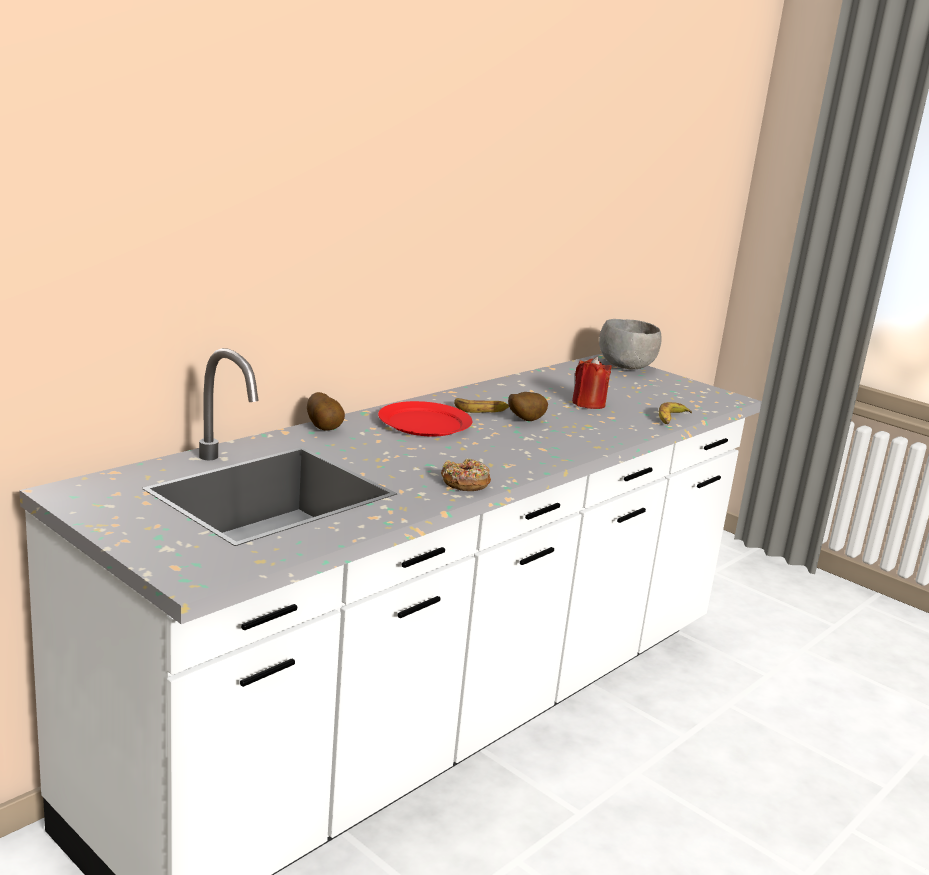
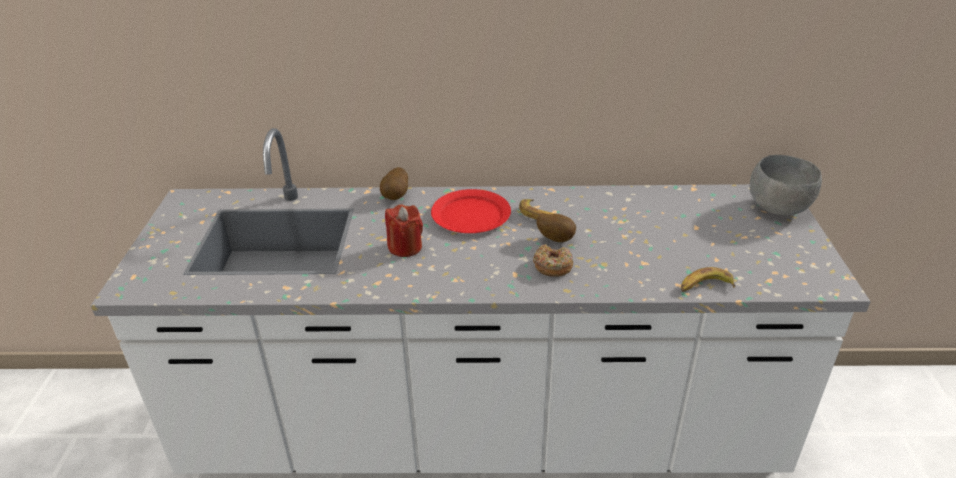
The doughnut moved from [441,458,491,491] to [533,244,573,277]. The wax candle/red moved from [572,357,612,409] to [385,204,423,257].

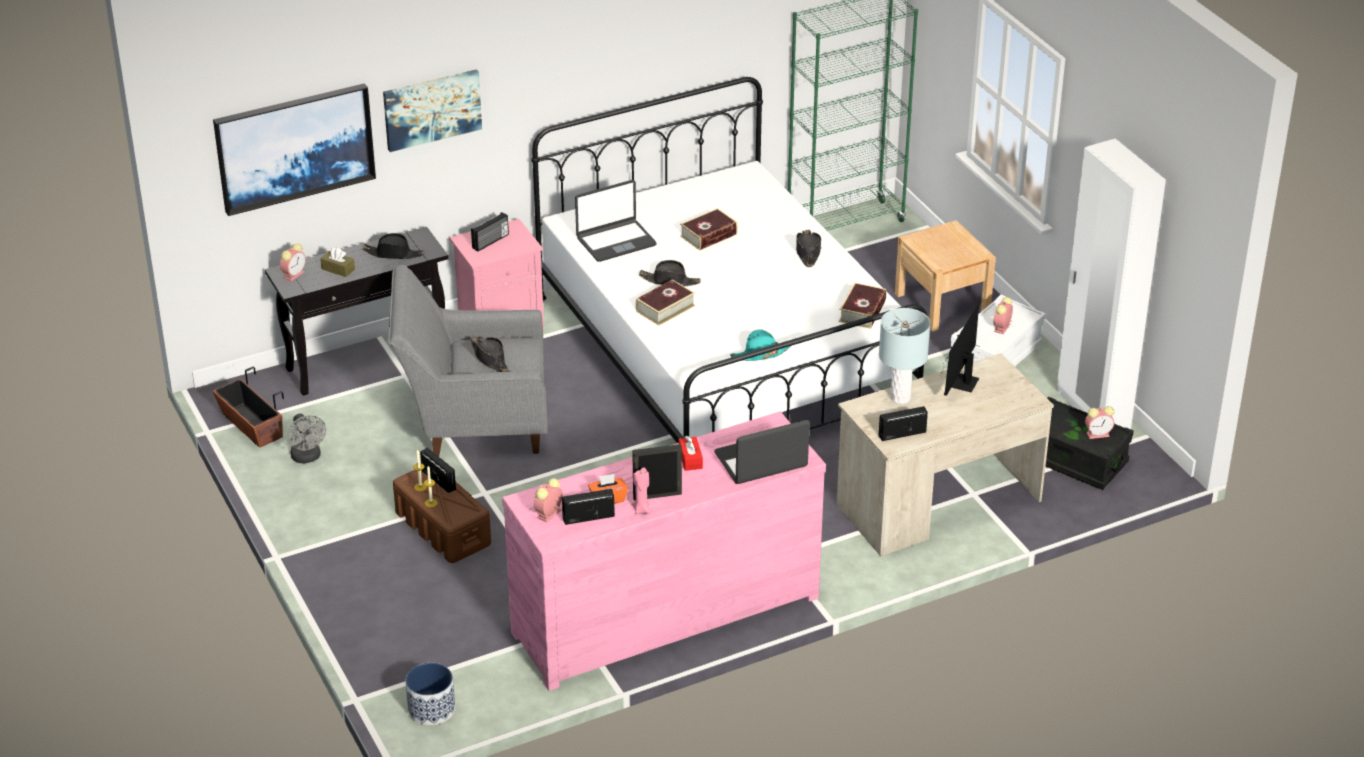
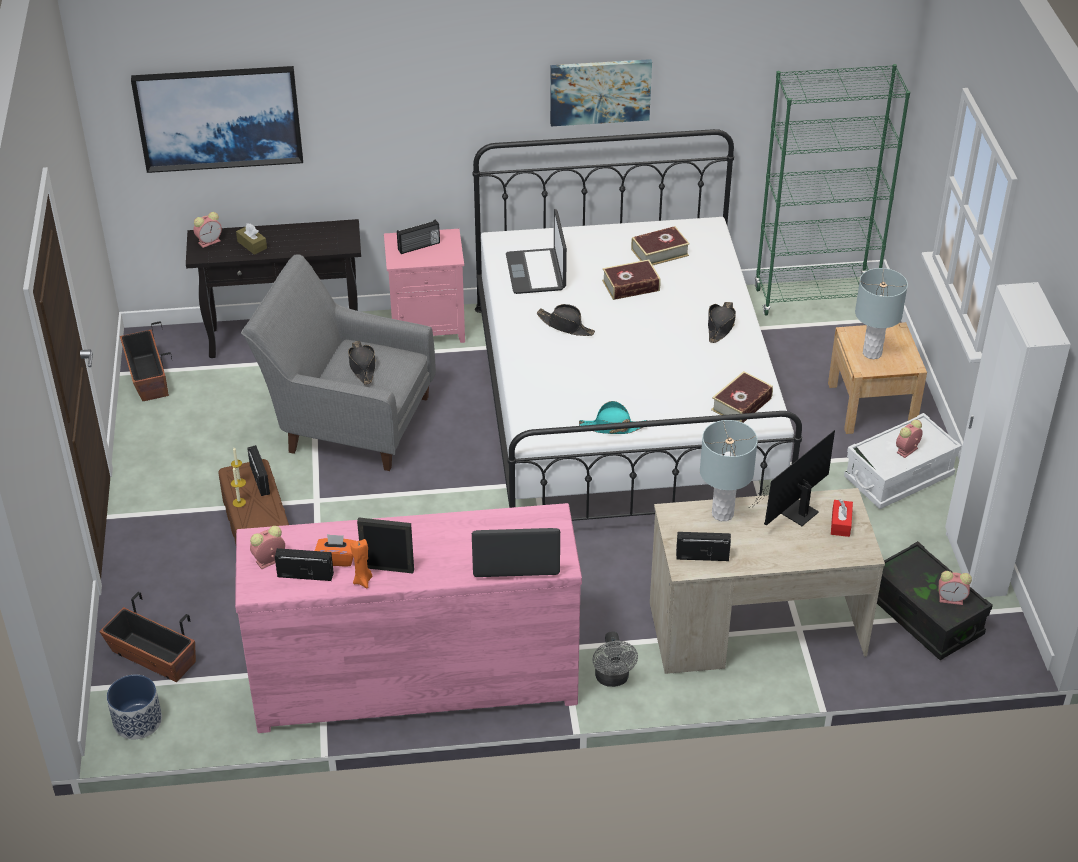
The wearable hat/black at [363,233,424,259] disappeared. The plant pot at [99,592,196,682] appeared. The table lamp/gray at [855,268,908,359] appeared. The cooling fan/gray moved from [288,414,326,464] to [593,631,638,687]. The picture moved from [383,69,482,152] to [550,59,652,126]. The bound book moved from [636,279,695,326] to [631,226,690,265]. The tissue holder/red moved from [679,436,703,471] to [831,499,853,537]. The wax candle/pink at [631,467,651,514] became the wax candle/orange at [351,539,372,588]. The portable computer at [575,180,657,262] turned 90 degrees clockwise.

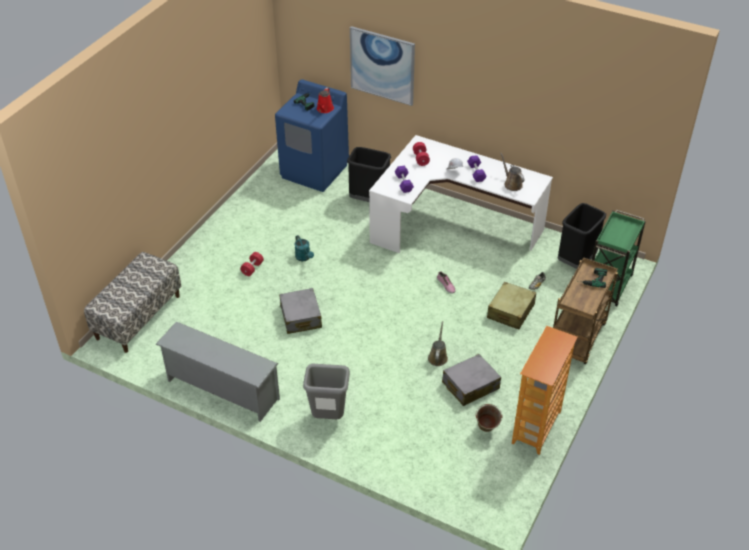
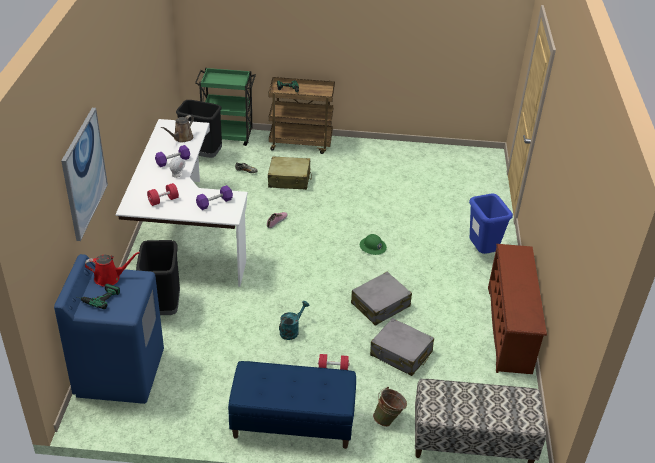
The watering can/brownish at [428,321,448,366] disappeared. The shelving unit at [512,326,578,455] disappeared. The bench/blue-coloured at [228,361,356,449] appeared. The safety helmet/greenish at [360,234,387,255] appeared. The suitcase/gray moved from [442,354,501,406] to [370,318,434,376]. The bucket/greenish moved from [475,404,503,432] to [373,387,407,427]. The shoe rack/gray at [156,321,280,422] became the shoe rack/brownish at [488,244,547,374]. The waste bin/gray at [303,364,350,419] became the waste bin/blue-coloured at [469,193,513,254].

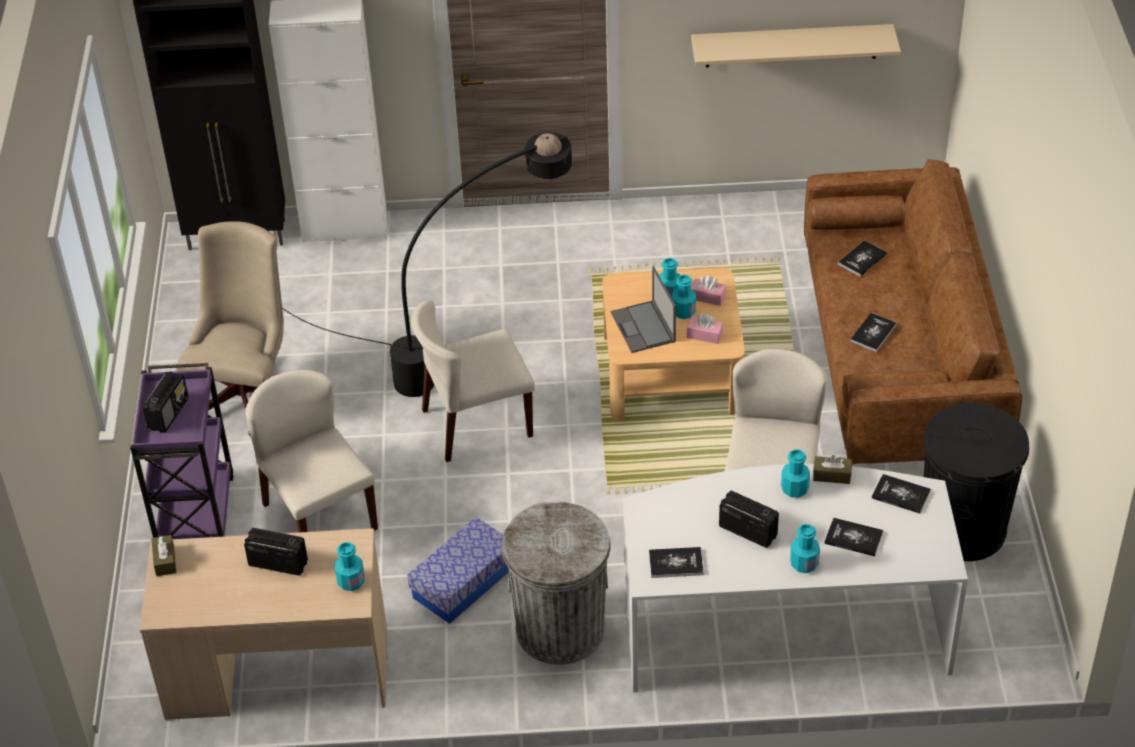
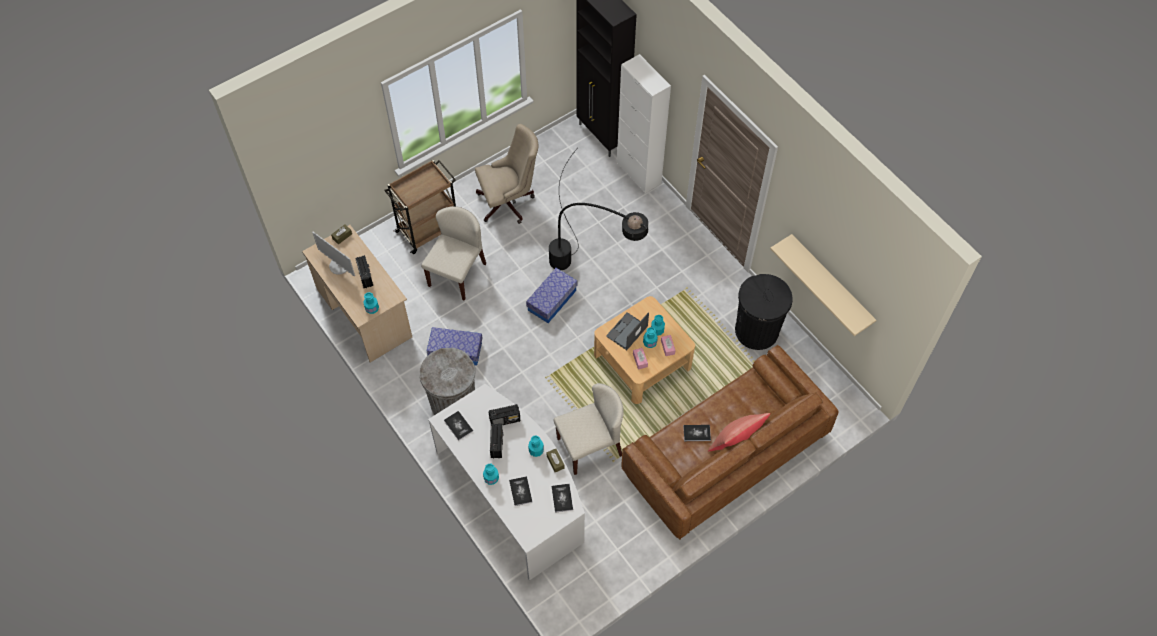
The bound book at [838,240,887,277] disappeared. The monitor at [312,232,355,277] appeared. The pillow/red at [708,413,770,451] appeared. The radio moved from [143,371,188,433] to [489,404,520,425]. The waste bin/black moved from [924,403,1029,561] to [735,274,792,350]. The plain chair/beige-coloured at [411,301,535,462] was replaced by the storage box at [526,268,577,323]. The wheeled cart/purplish at [130,363,234,539] became the wheeled cart/brownish at [384,160,456,254].

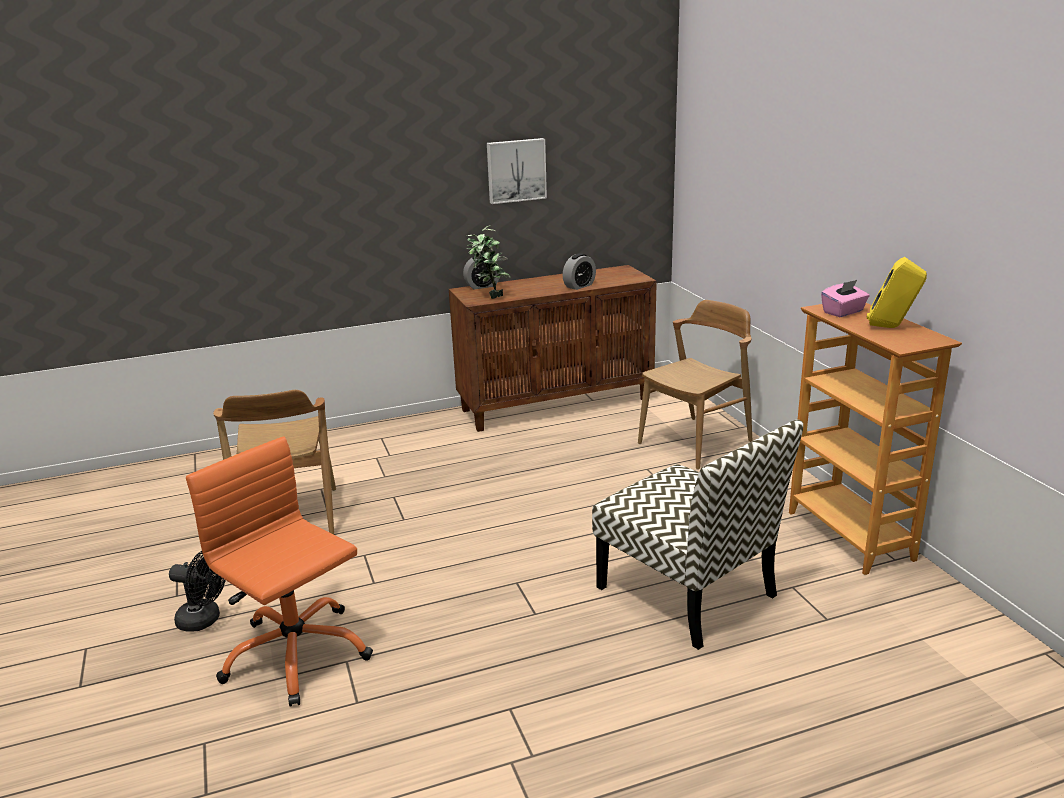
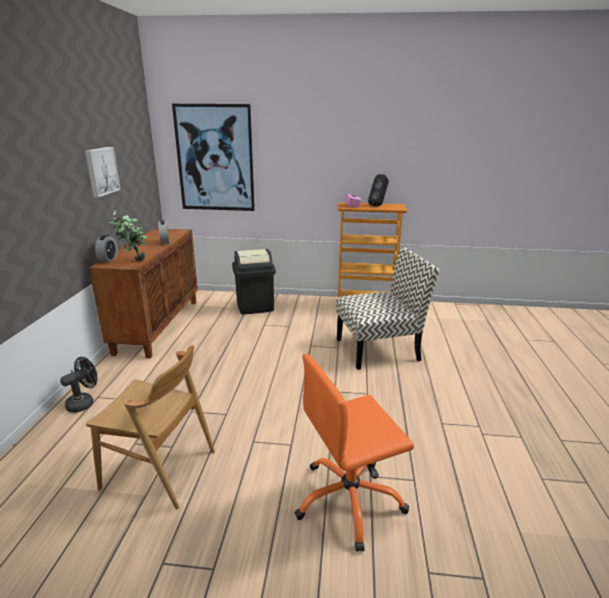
The picture at [172,104,255,211] appeared. The cooling fan/black moved from [169,551,226,632] to [60,357,97,413]. The plain chair/brownish at [638,300,753,470] was replaced by the waste bin/black at [232,249,276,315]. The speaker/yellow at [867,257,927,328] became the speaker/black at [368,174,389,206].

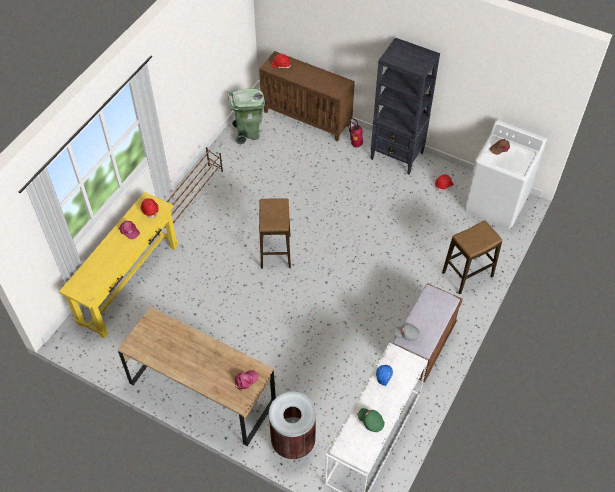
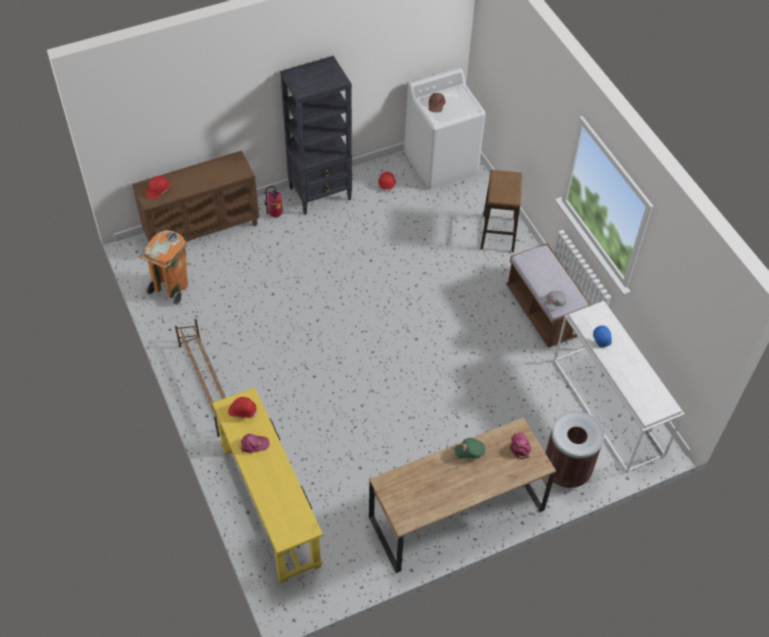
The stool at [259,198,291,269] disappeared. The baseball cap/greenish moved from [358,408,385,432] to [454,438,485,459]. The waste bin/greenish at [227,89,265,144] became the waste bin/orange at [139,230,188,305].

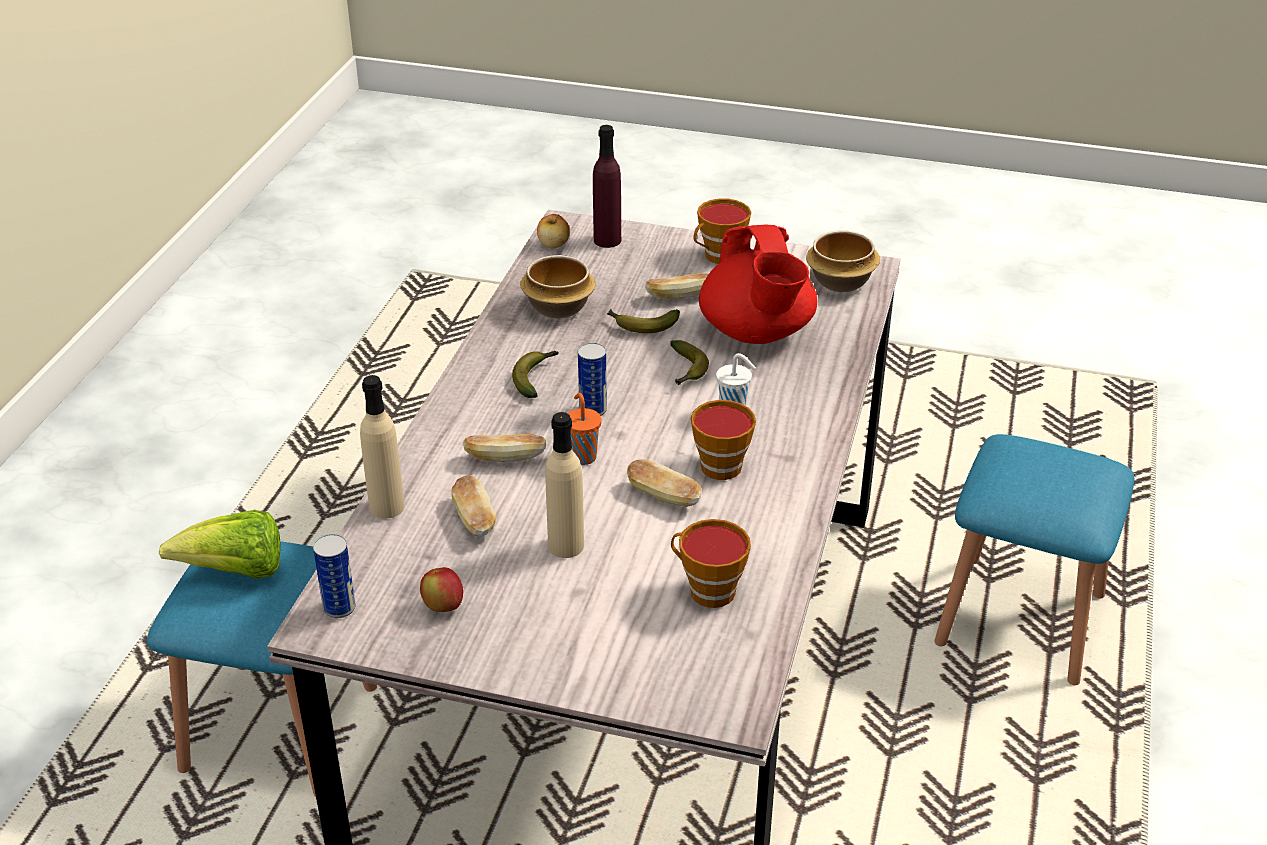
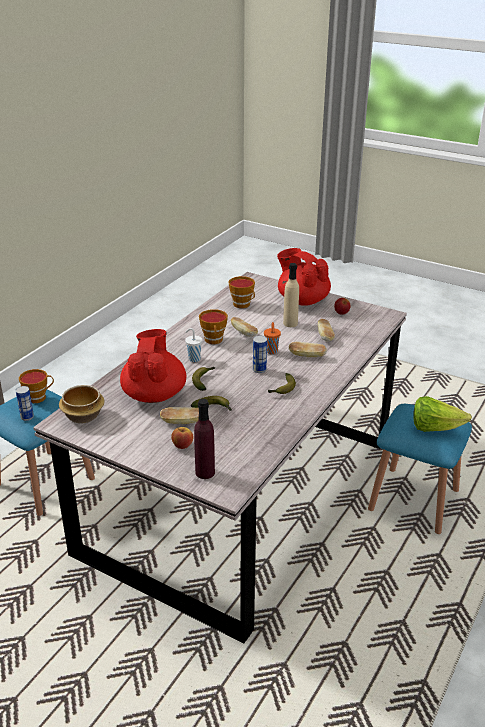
The drink bottle/beige-coloured at [360,375,405,519] disappeared. The serving bowl at [520,255,596,318] disappeared. The teapot/red at [277,248,331,306] appeared. The can moved from [313,534,356,618] to [16,386,34,421]. The apple fruit moved from [537,214,570,248] to [171,427,193,449]. The drinking cup moved from [694,198,751,264] to [19,369,54,403].

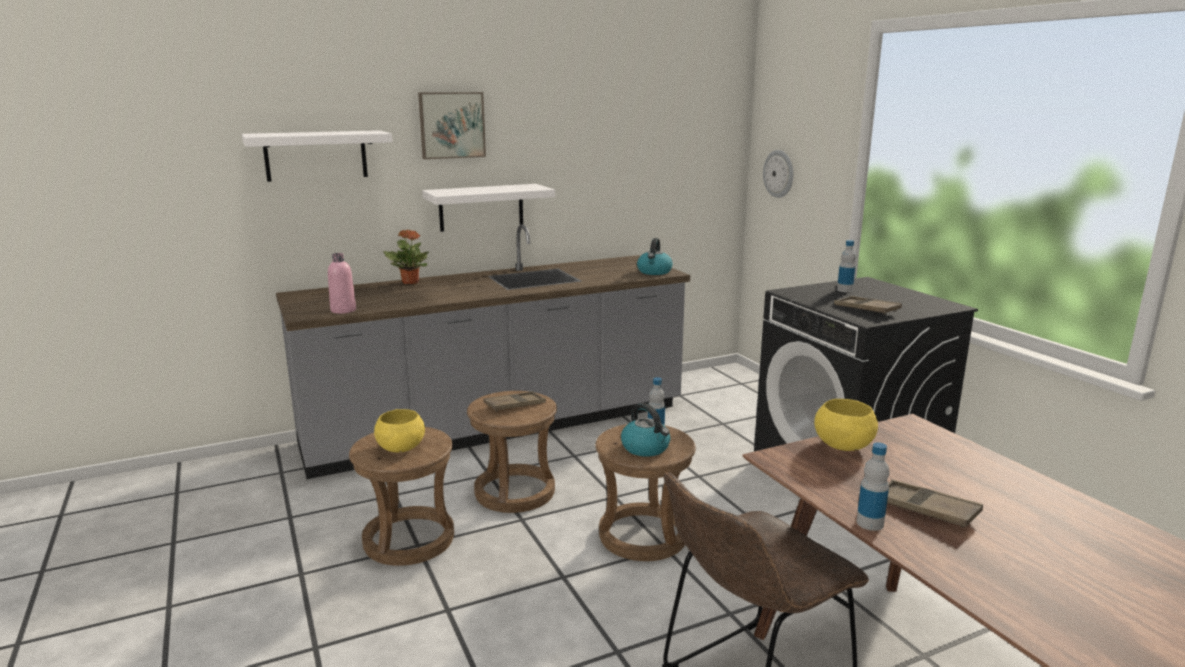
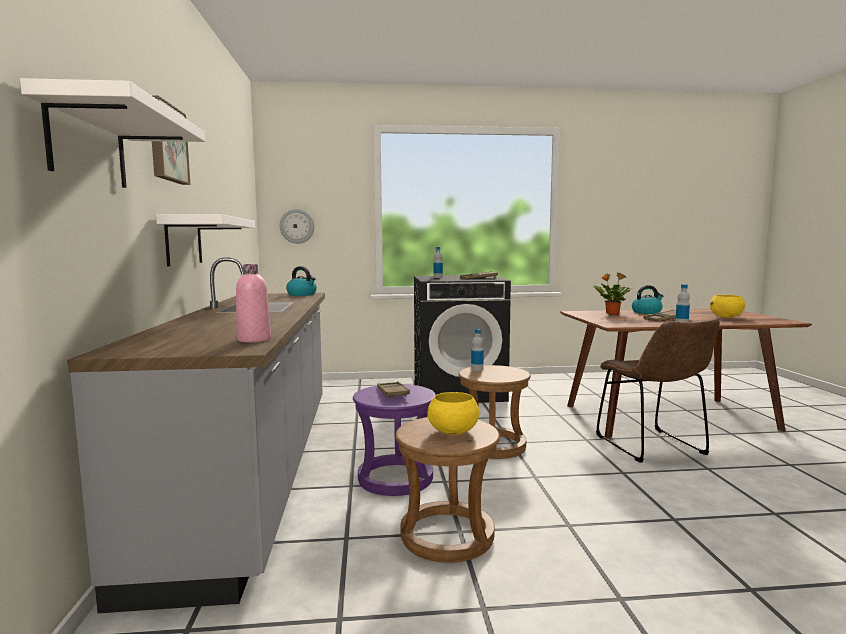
The potted plant moved from [384,229,429,284] to [594,273,633,315]. The tea kettle moved from [621,403,670,457] to [632,285,663,314]. The serving bowl/yellow moved from [814,399,878,451] to [710,295,745,318]. The stool/brownish at [467,391,557,513] became the stool/purplish at [353,384,436,496].

